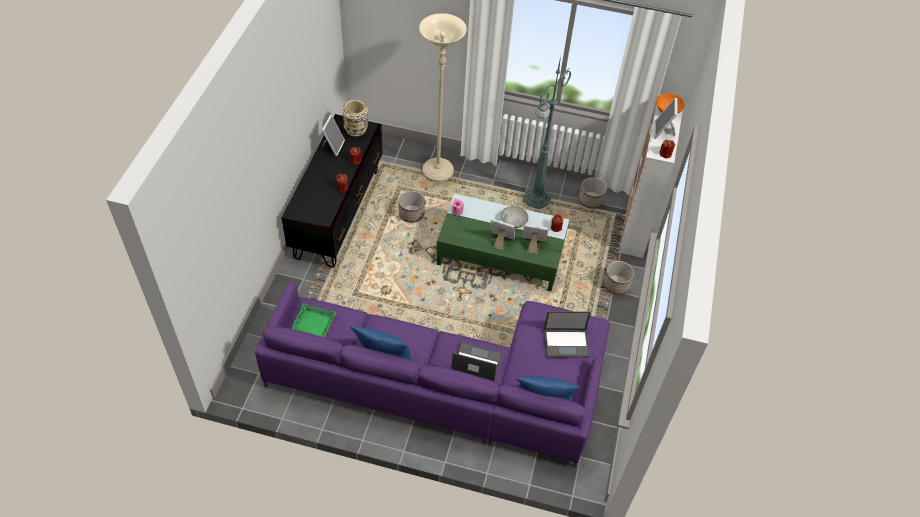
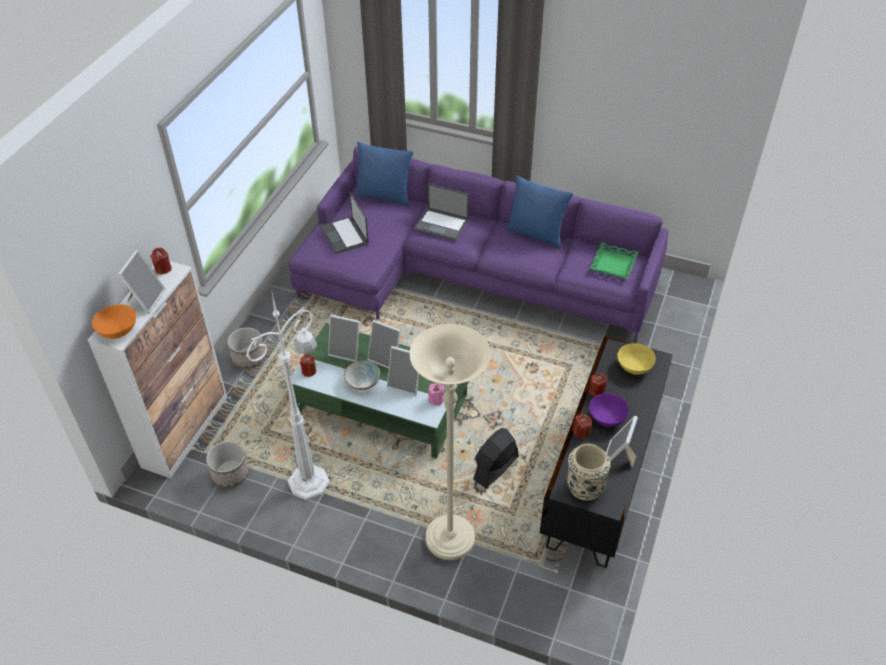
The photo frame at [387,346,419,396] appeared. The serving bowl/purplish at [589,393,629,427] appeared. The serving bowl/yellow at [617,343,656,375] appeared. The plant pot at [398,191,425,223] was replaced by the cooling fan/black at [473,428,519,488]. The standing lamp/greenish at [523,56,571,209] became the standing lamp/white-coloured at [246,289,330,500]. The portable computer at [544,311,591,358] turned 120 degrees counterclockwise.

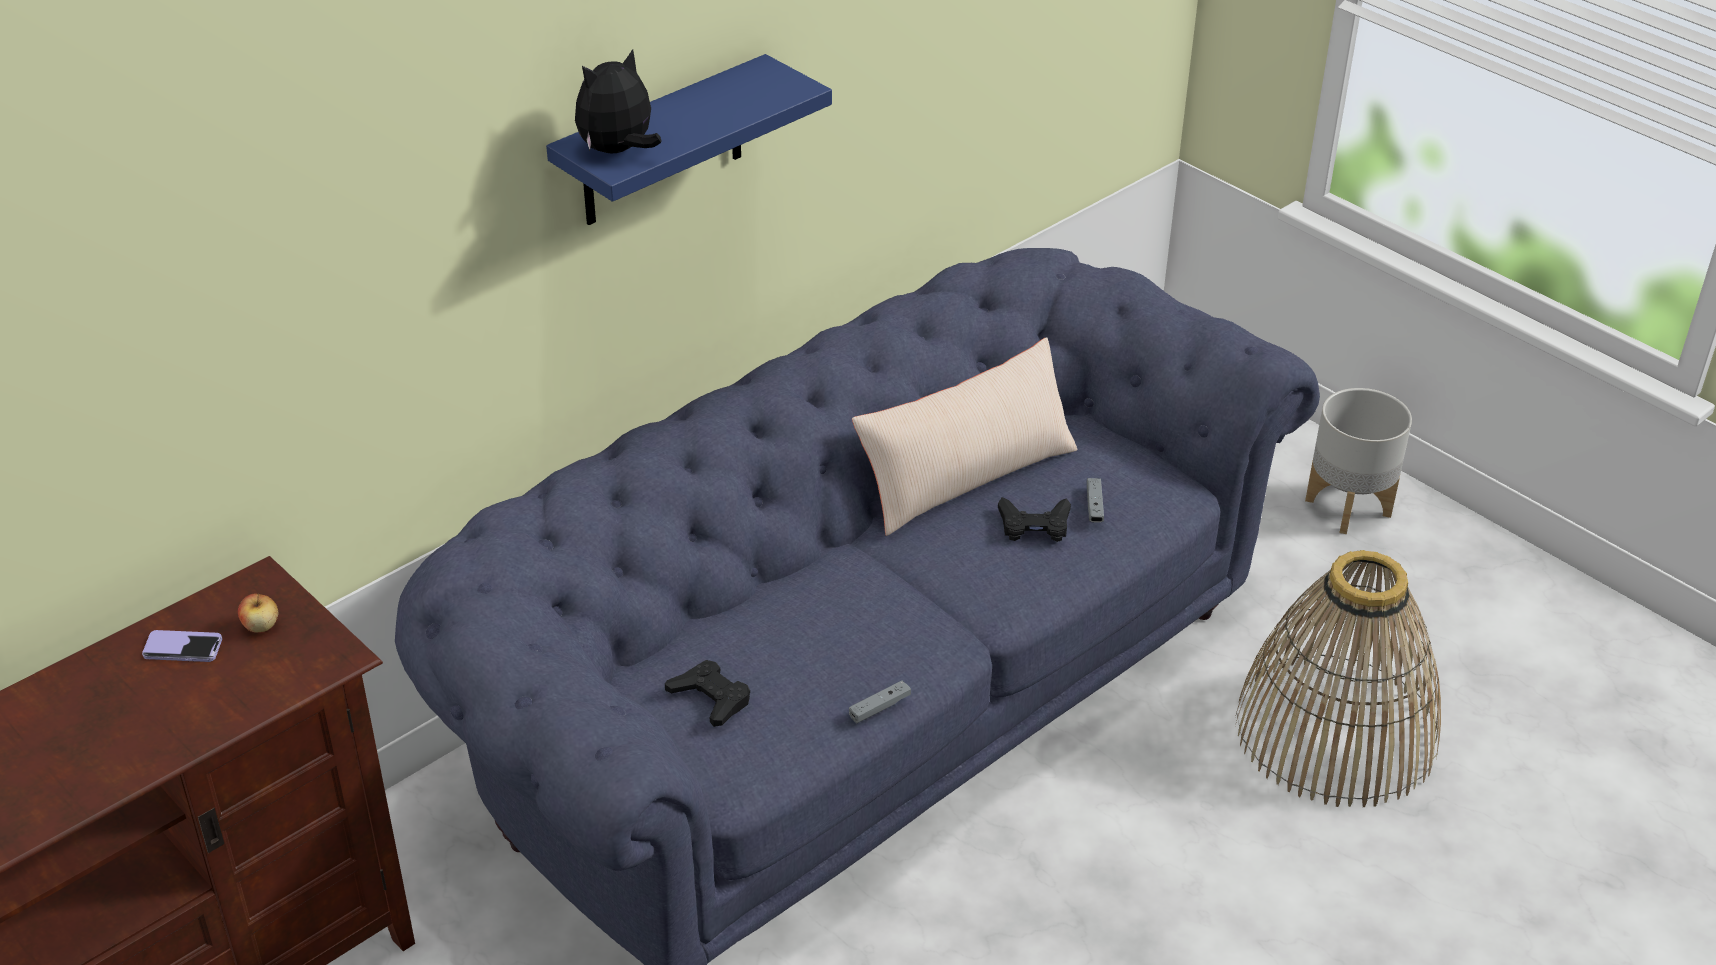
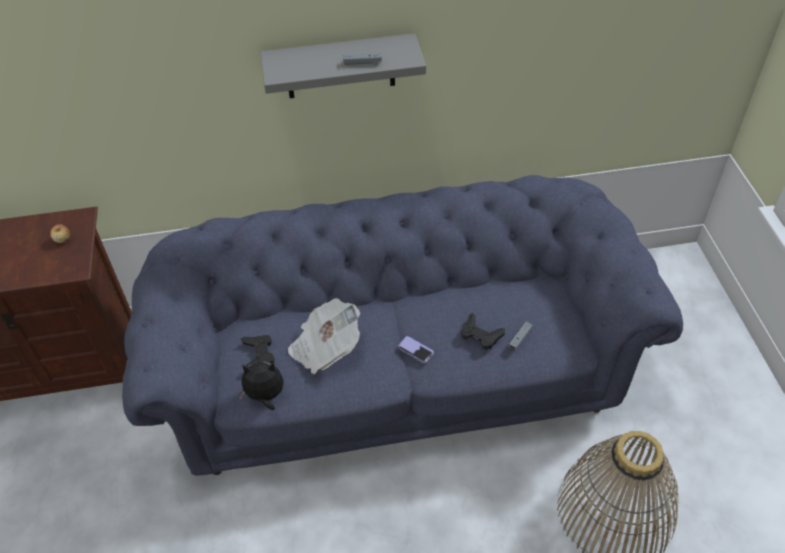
The pillow/beige-coloured at [852,337,1077,536] disappeared. The plant pot/gray at [1305,388,1412,534] disappeared. The newspaper at [288,298,360,374] appeared. The phone moved from [142,630,222,662] to [398,336,434,364]. The soft toy moved from [575,49,662,154] to [238,361,284,410]. The gamepad/gray moved from [849,680,911,723] to [343,53,382,65]. The wall shelf/blue-coloured at [546,54,832,225] became the wall shelf/gray at [260,33,426,98].

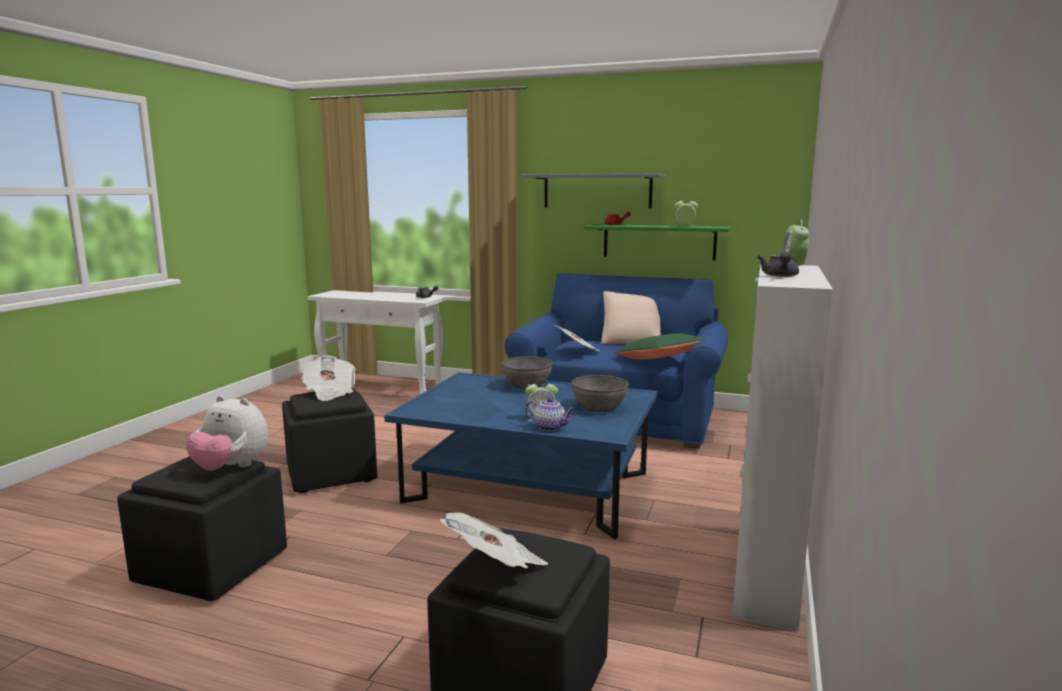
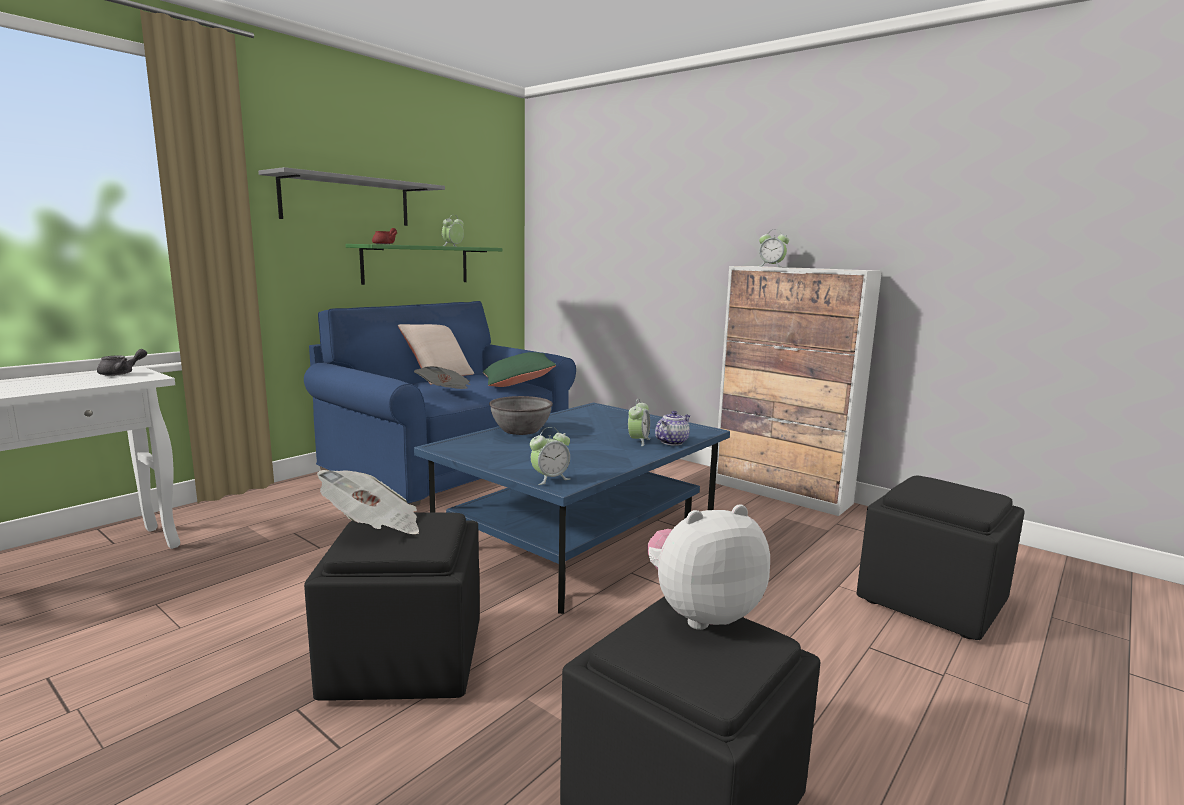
The newspaper at [439,512,548,569] disappeared. The serving bowl/gray at [571,375,629,412] disappeared. The teapot/gray at [757,252,799,277] disappeared. The alarm clock at [530,427,570,485] appeared. The soft toy at [186,395,268,471] turned 150 degrees counterclockwise.

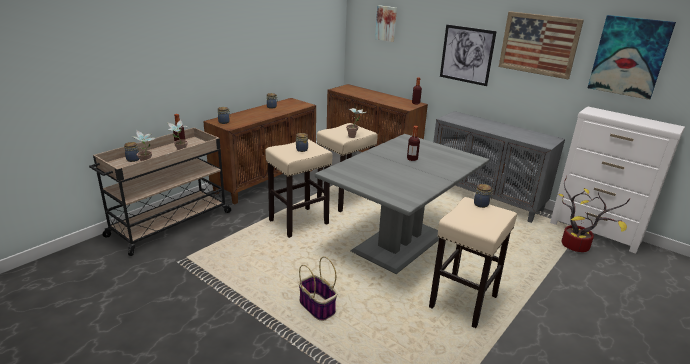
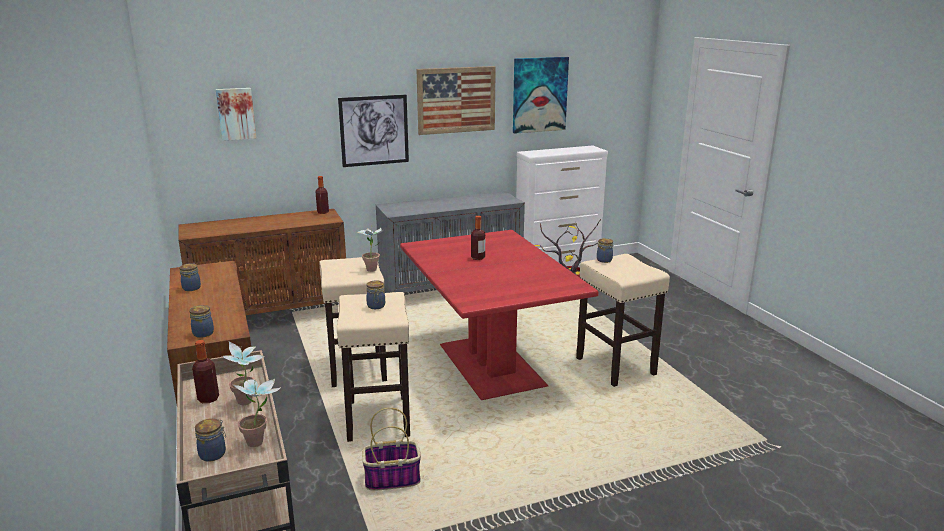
The storage basket moved from [299,256,337,321] to [362,408,421,491]. The dinner table/gray at [315,134,489,274] became the dinner table/red at [400,230,599,400].

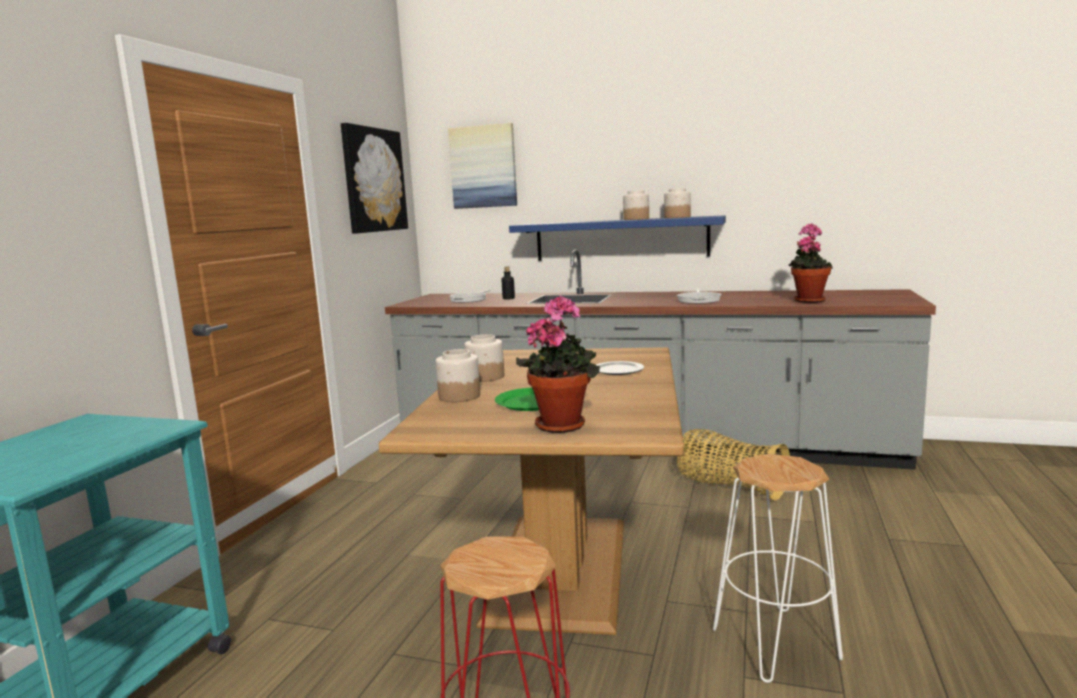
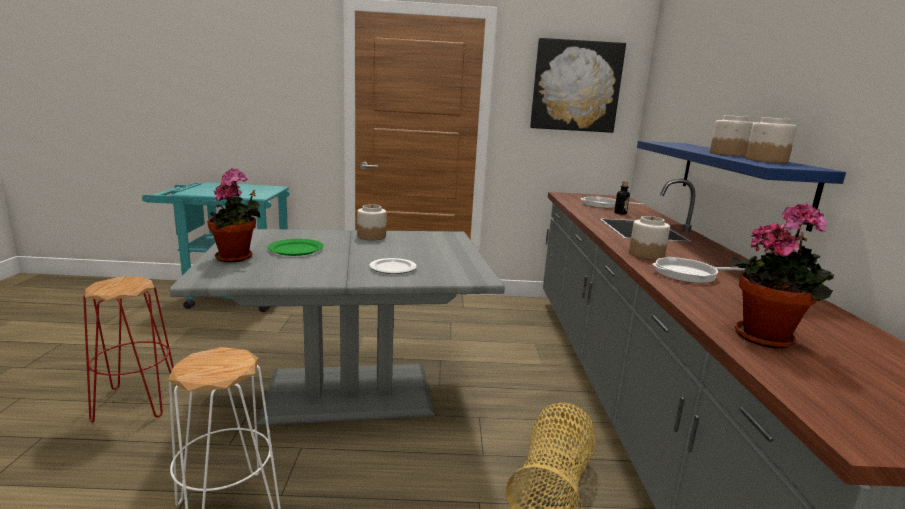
The picture at [448,123,517,209] disappeared. The jar moved from [436,349,480,402] to [629,216,670,260]. The dinner table/brownish at [379,347,684,635] became the dinner table/gray at [169,229,505,426].

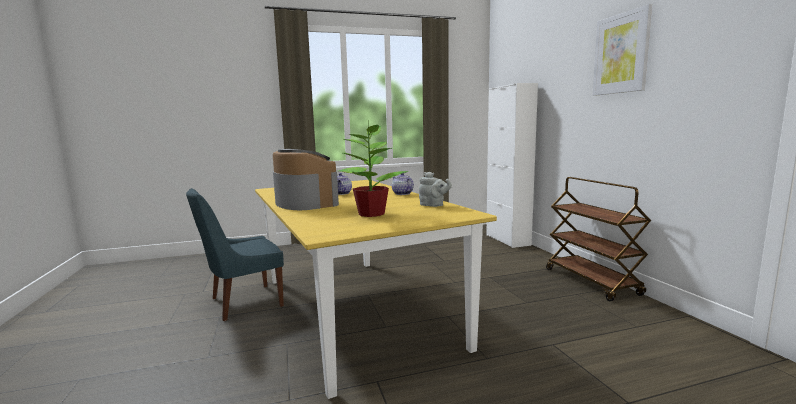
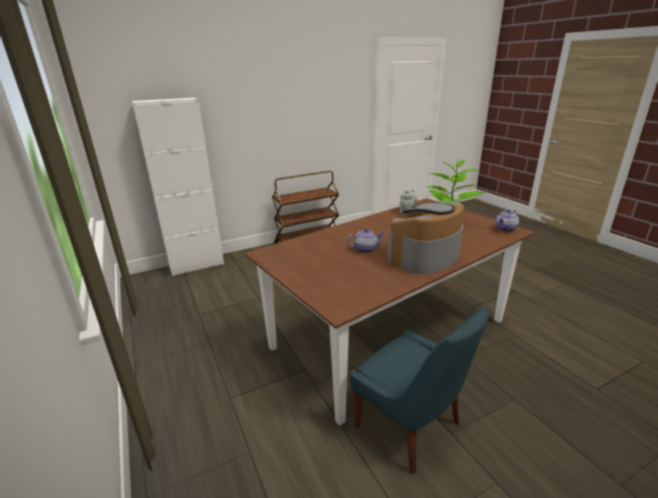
The picture at [593,4,652,96] disappeared. The teapot moved from [392,173,414,195] to [496,209,519,232]. The dinner table/yellow at [255,180,497,399] became the dinner table/brownish at [245,198,534,425].

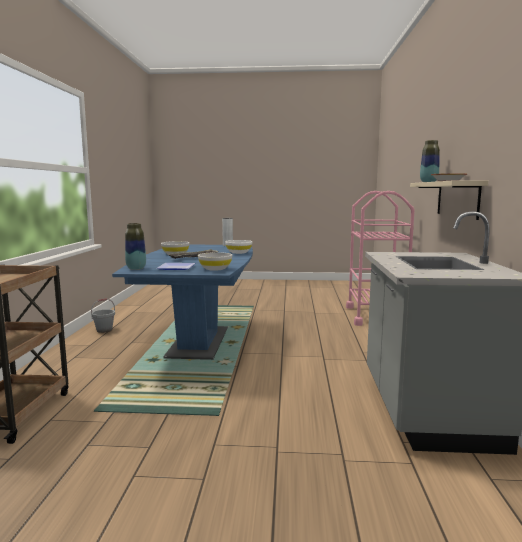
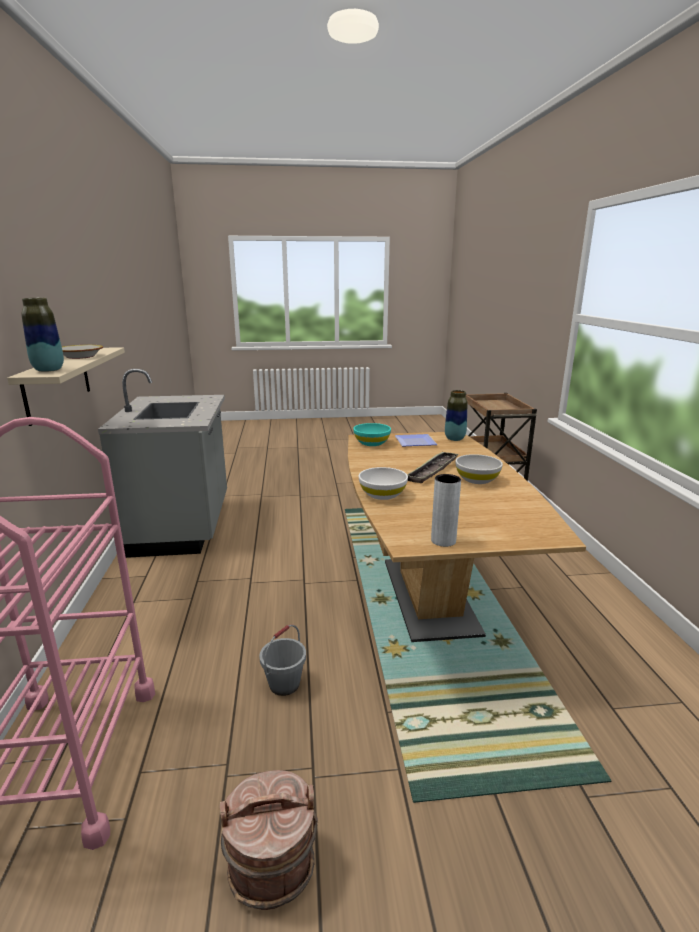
The bucket/brownish at [220,770,318,910] appeared. The bucket/gray moved from [91,298,115,333] to [259,625,306,696]. The dinner table/blue-coloured at [112,245,253,360] became the dinner table/brownish at [348,432,586,642]. The serving bowl/white-coloured at [198,252,232,271] became the serving bowl/blue-green at [353,423,391,446].

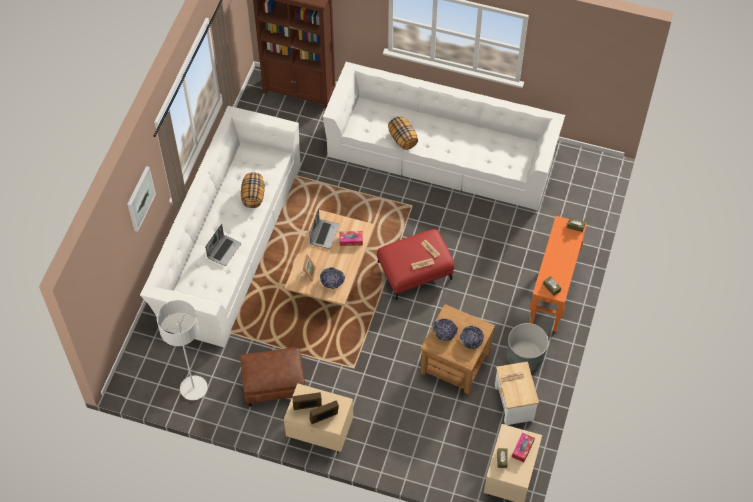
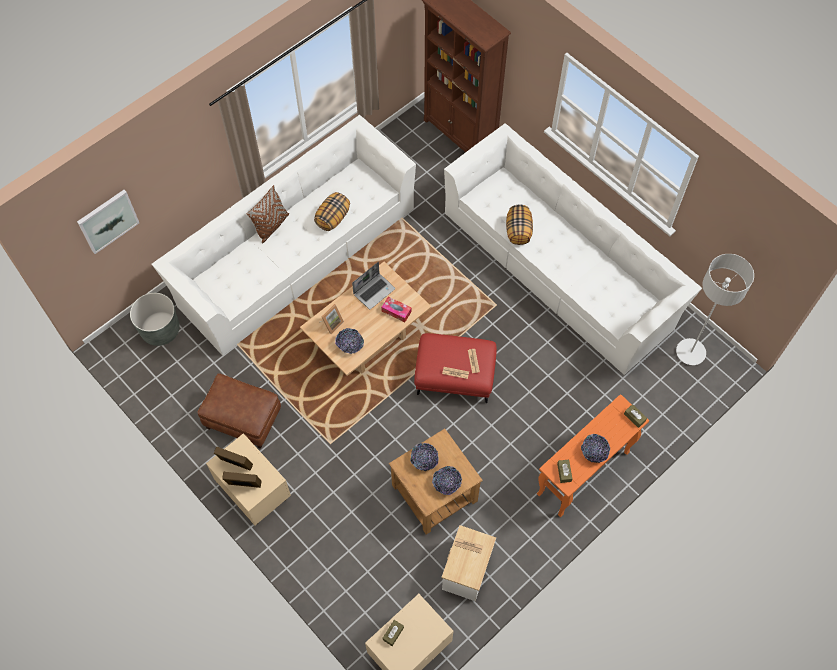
The portable computer at [205,224,241,266] disappeared. The tissue holder at [512,433,535,462] disappeared. The pillow/brownish at [246,185,289,243] appeared. The serving bowl at [581,434,610,463] appeared. The picture moved from [127,166,156,232] to [77,190,139,254]. The standing lamp/gray moved from [157,300,208,400] to [676,254,754,365]. The plant pot/gray moved from [507,323,549,371] to [130,293,180,346].

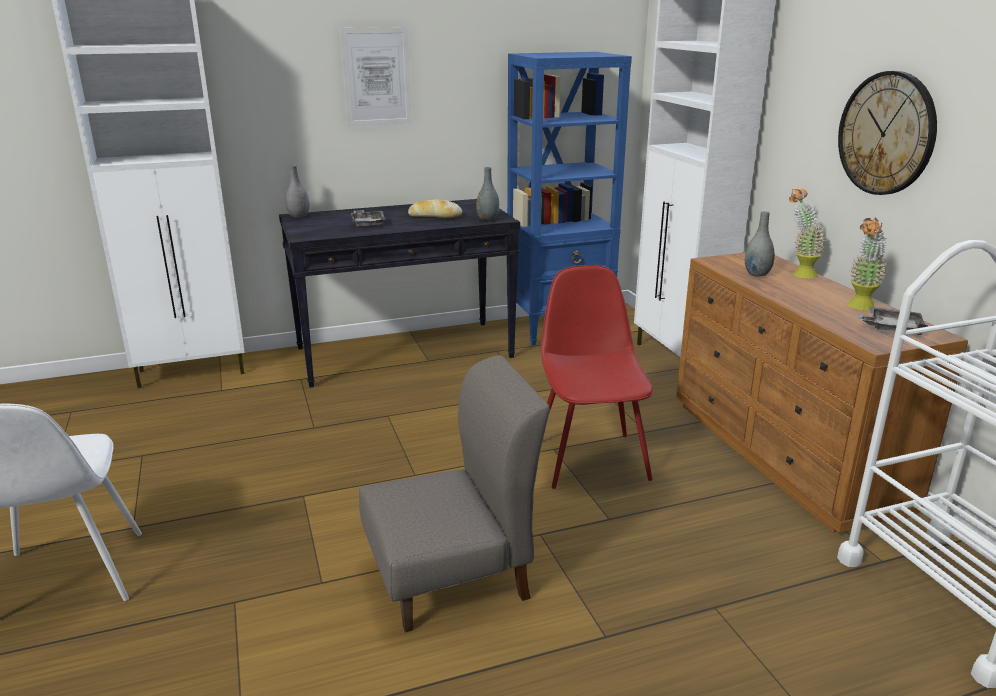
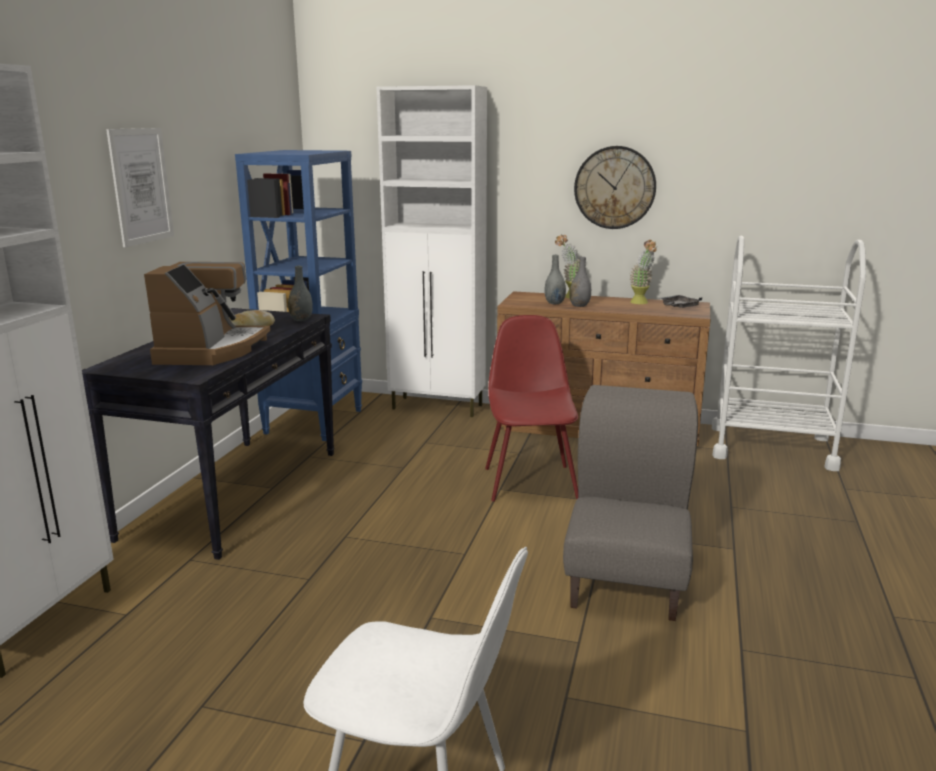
The decorative vase/gray moved from [286,165,310,218] to [569,257,591,307]. The serving tray/gray at [351,210,385,227] was replaced by the coffee maker at [144,262,270,365]. The plain chair/red at [541,265,654,489] turned 60 degrees clockwise.

